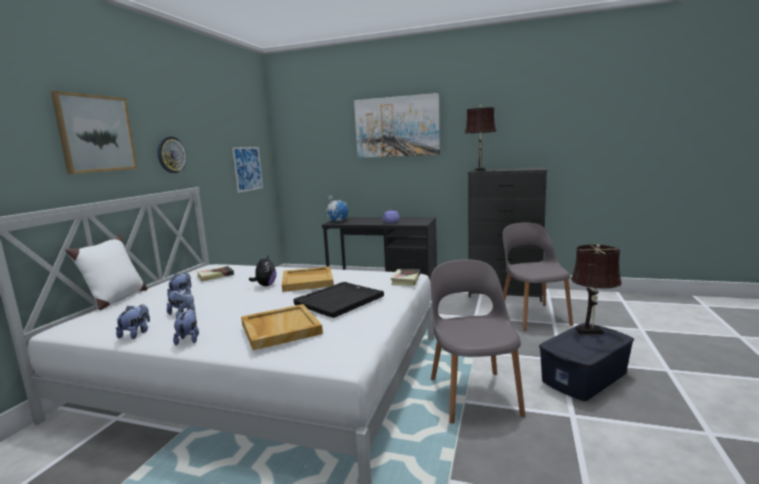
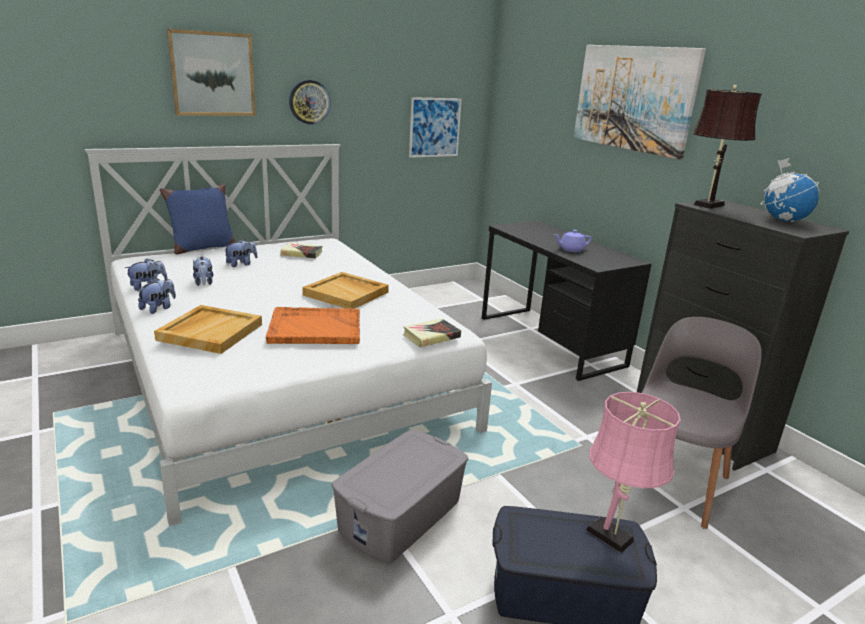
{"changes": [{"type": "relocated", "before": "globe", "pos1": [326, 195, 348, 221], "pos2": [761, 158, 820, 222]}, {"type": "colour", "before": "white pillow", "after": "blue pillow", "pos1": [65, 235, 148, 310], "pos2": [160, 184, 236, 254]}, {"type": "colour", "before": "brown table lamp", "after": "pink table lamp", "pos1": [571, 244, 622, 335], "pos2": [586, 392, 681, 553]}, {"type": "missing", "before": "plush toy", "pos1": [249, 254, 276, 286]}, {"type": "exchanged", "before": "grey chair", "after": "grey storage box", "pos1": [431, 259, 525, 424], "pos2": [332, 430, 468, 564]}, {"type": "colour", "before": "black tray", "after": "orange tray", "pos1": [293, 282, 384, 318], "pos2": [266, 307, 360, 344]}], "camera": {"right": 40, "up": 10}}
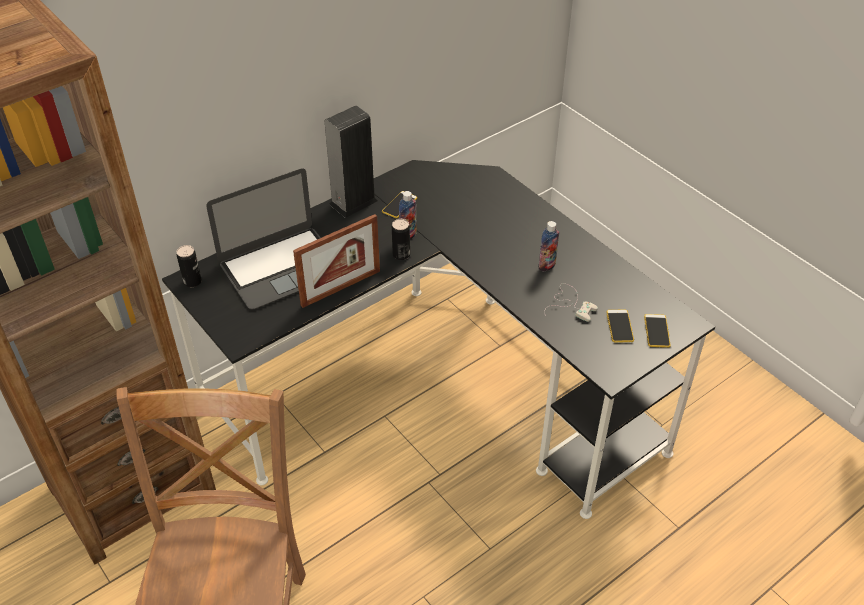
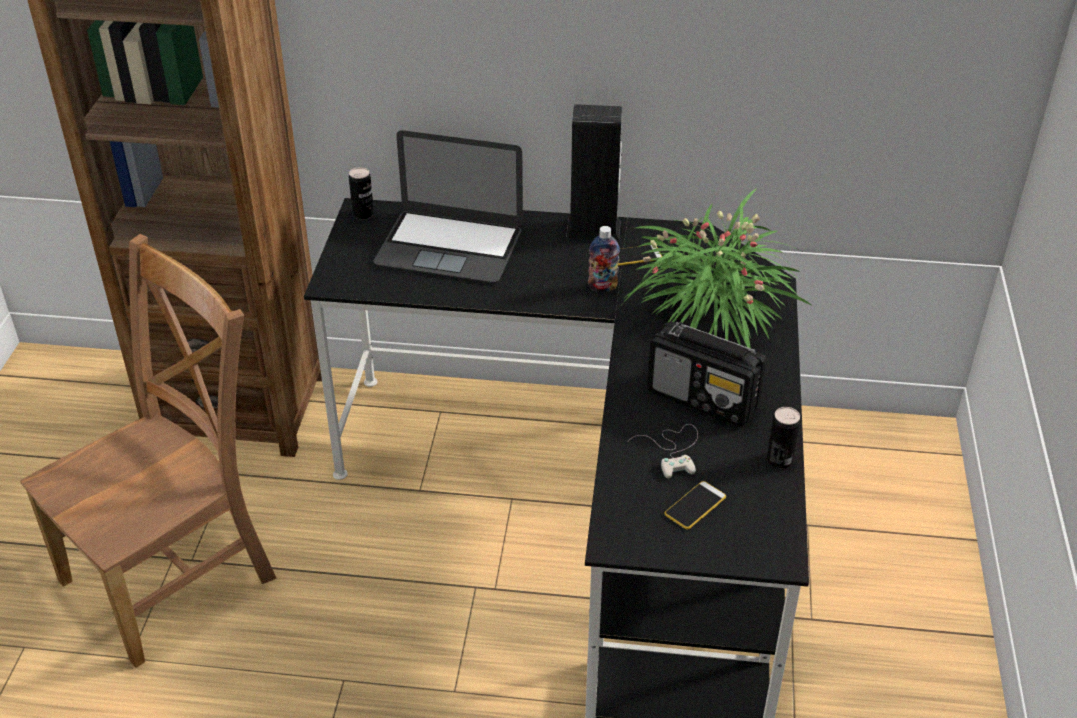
{"changes": [{"type": "missing", "before": "picture frame", "pos1": [293, 214, 380, 308]}, {"type": "relocated", "before": "can", "pos1": [392, 219, 410, 260], "pos2": [767, 407, 801, 468]}, {"type": "exchanged", "before": "bottle", "after": "radio", "pos1": [538, 221, 559, 272], "pos2": [647, 322, 766, 427]}, {"type": "missing", "before": "phone", "pos1": [644, 314, 671, 348]}, {"type": "appeared", "after": "potted plant", "pos2": [620, 189, 811, 348]}], "camera": {"right": 45, "up": -5}}
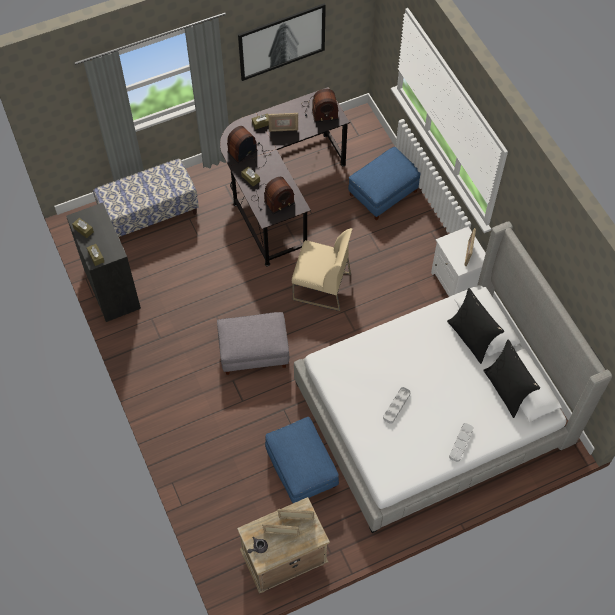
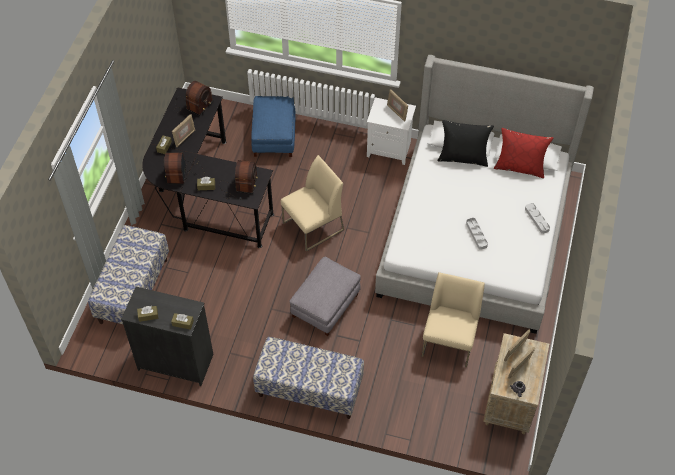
{"changes": [{"type": "missing", "before": "picture", "pos1": [238, 3, 326, 81]}, {"type": "colour", "before": "black pillow", "after": "red pillow", "pos1": [483, 339, 540, 418], "pos2": [494, 128, 553, 178]}, {"type": "exchanged", "before": "blue ottoman", "after": "beige chair", "pos1": [265, 417, 339, 504], "pos2": [422, 272, 485, 367]}, {"type": "appeared", "after": "bench", "pos2": [253, 337, 364, 419]}], "camera": {"right": -50, "up": -5}}
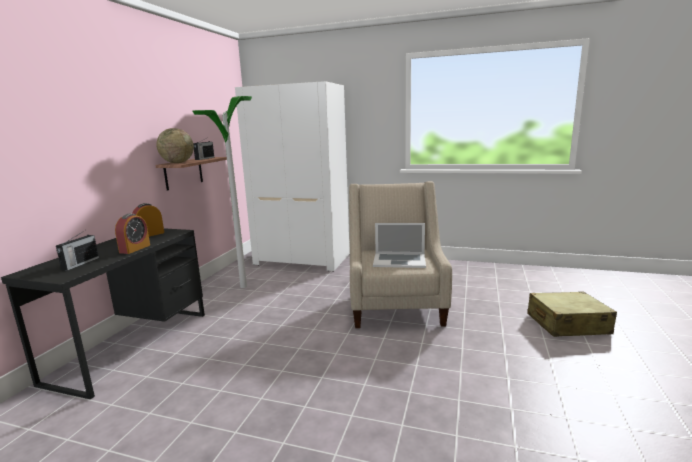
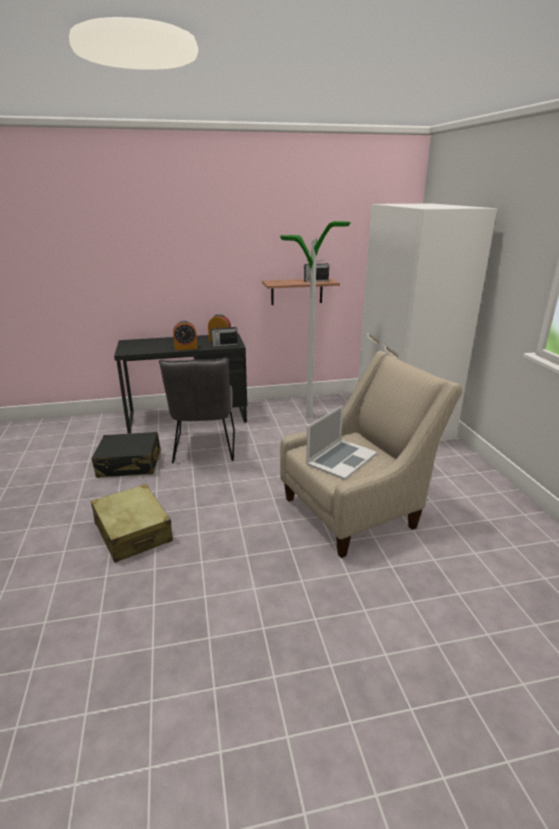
{"changes": [{"type": "missing", "before": "globe", "pos1": [156, 128, 194, 163]}, {"type": "spun", "before": "laptop", "pos1": [373, 223, 426, 268], "pos2": [306, 405, 377, 480], "turn": -120}, {"type": "relocated", "before": "radio", "pos1": [56, 231, 99, 271], "pos2": [210, 324, 238, 347]}, {"type": "relocated", "before": "beige suitcase", "pos1": [527, 291, 617, 337], "pos2": [91, 484, 173, 563]}, {"type": "appeared", "after": "grey chair", "pos2": [159, 358, 235, 463]}, {"type": "appeared", "after": "black suitcase", "pos2": [91, 432, 161, 478]}], "camera": {"right": 60, "up": 10}}
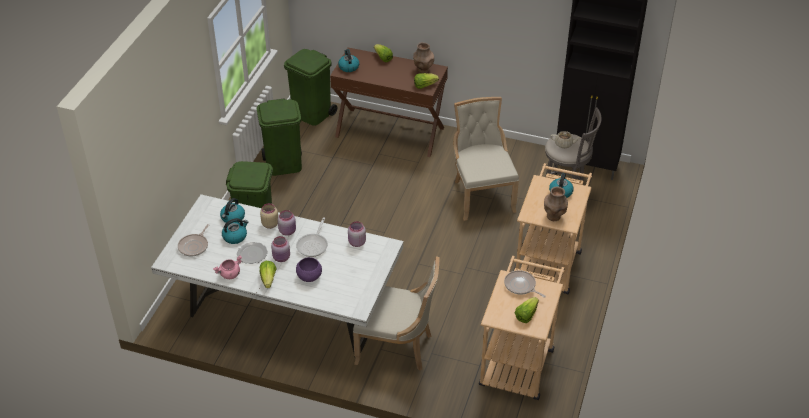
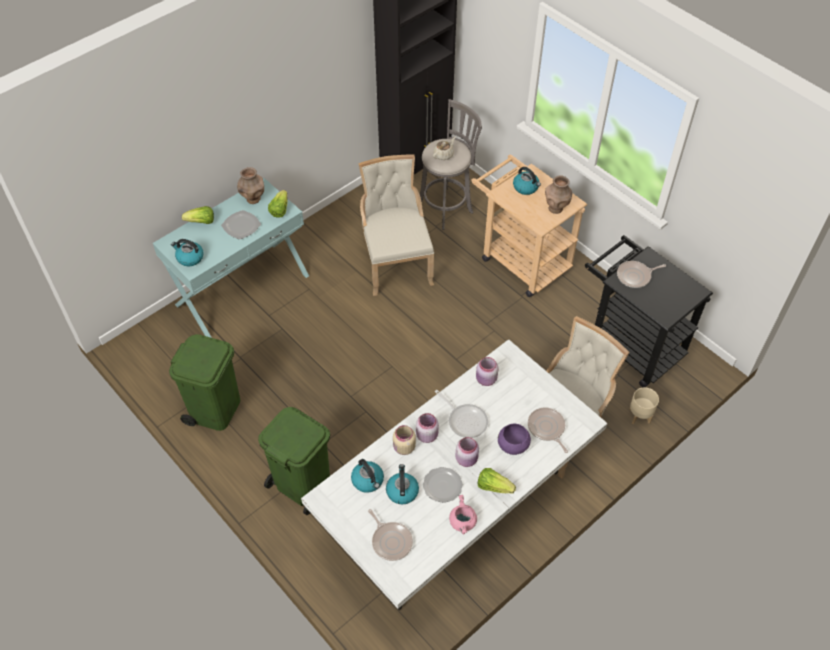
{"changes": [{"type": "colour", "before": "brown console table", "after": "turquoise console table", "pos1": [330, 48, 448, 157], "pos2": [153, 178, 309, 338]}, {"type": "missing", "before": "green trash can", "pos1": [284, 49, 337, 126]}, {"type": "spun", "before": "beige chair", "pos1": [453, 97, 519, 221], "pos2": [358, 154, 434, 296], "turn": 60}, {"type": "colour", "before": "beige cart", "after": "black cart", "pos1": [479, 256, 564, 400], "pos2": [585, 235, 713, 387]}, {"type": "missing", "before": "lettuce", "pos1": [515, 297, 539, 323]}, {"type": "appeared", "after": "plate", "pos2": [221, 210, 261, 240]}, {"type": "appeared", "after": "beige planter", "pos2": [629, 387, 659, 425]}, {"type": "appeared", "after": "frying pan", "pos2": [528, 408, 568, 453]}], "camera": {"right": -60, "up": 10}}
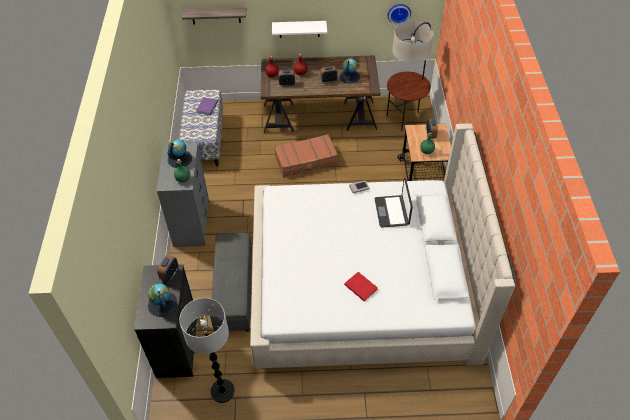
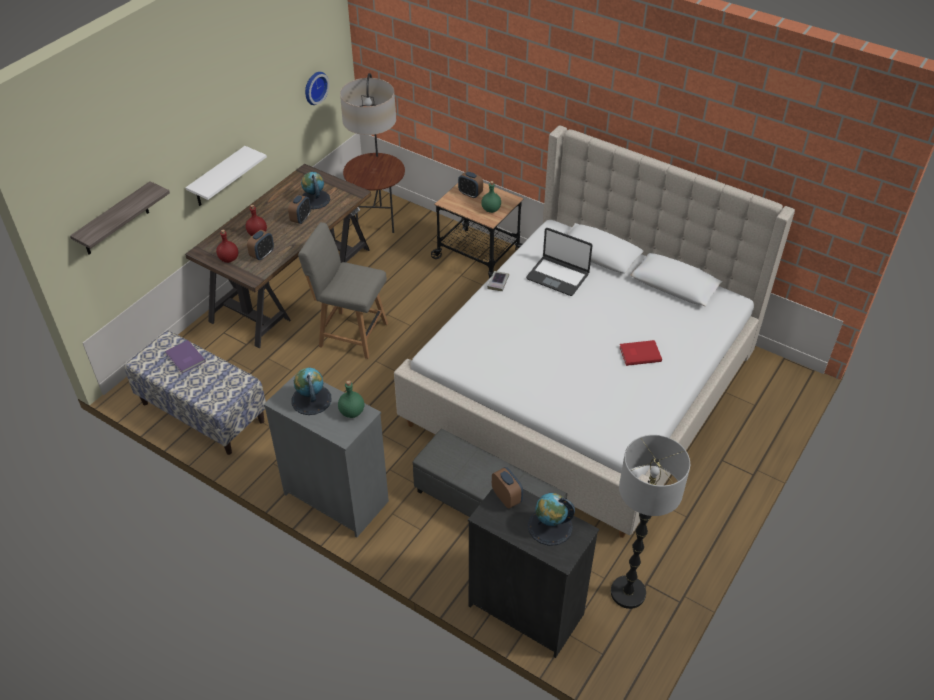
{"changes": [{"type": "exchanged", "before": "brown suitcase", "after": "grey chair", "pos1": [275, 134, 338, 177], "pos2": [298, 222, 388, 359]}], "camera": {"right": -55, "up": -5}}
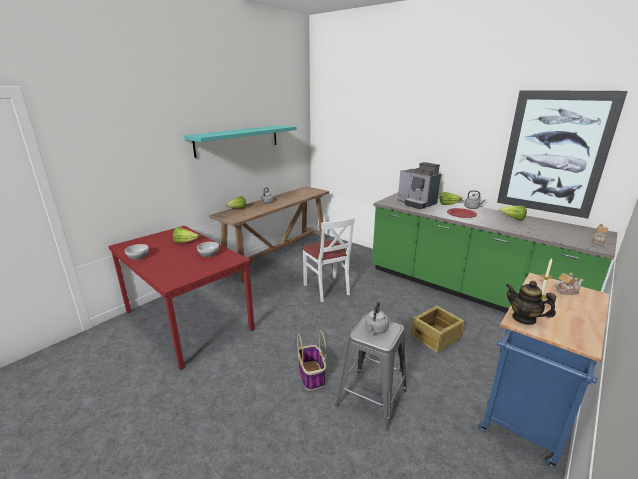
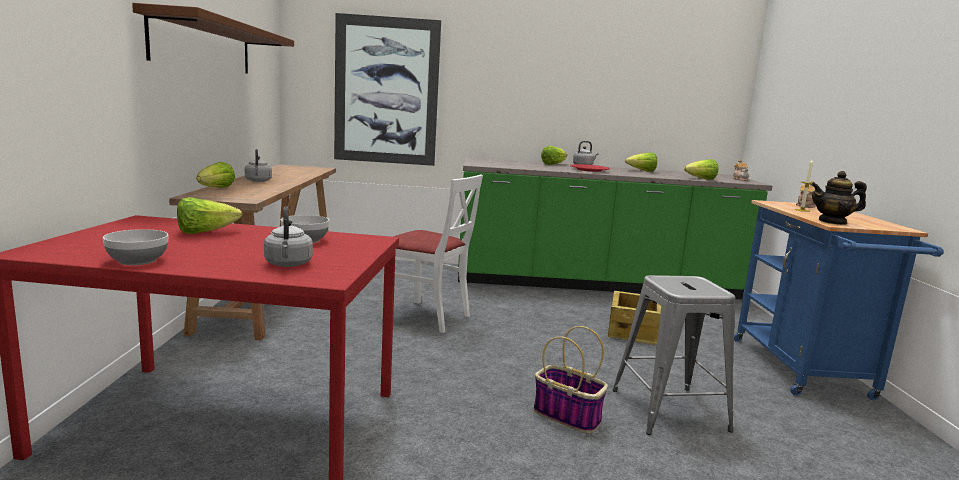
{"changes": [{"type": "relocated", "before": "picture", "pos1": [497, 90, 628, 219], "pos2": [334, 13, 441, 166]}, {"type": "colour", "before": "turquoise shelf", "after": "brown shelf", "pos1": [184, 125, 296, 158], "pos2": [132, 3, 294, 74]}, {"type": "missing", "before": "coffee machine", "pos1": [398, 162, 441, 209]}, {"type": "relocated", "before": "grey kettle", "pos1": [365, 302, 389, 334], "pos2": [264, 206, 313, 267]}, {"type": "appeared", "after": "lettuce", "pos2": [684, 159, 718, 180]}], "camera": {"right": -40, "up": -10}}
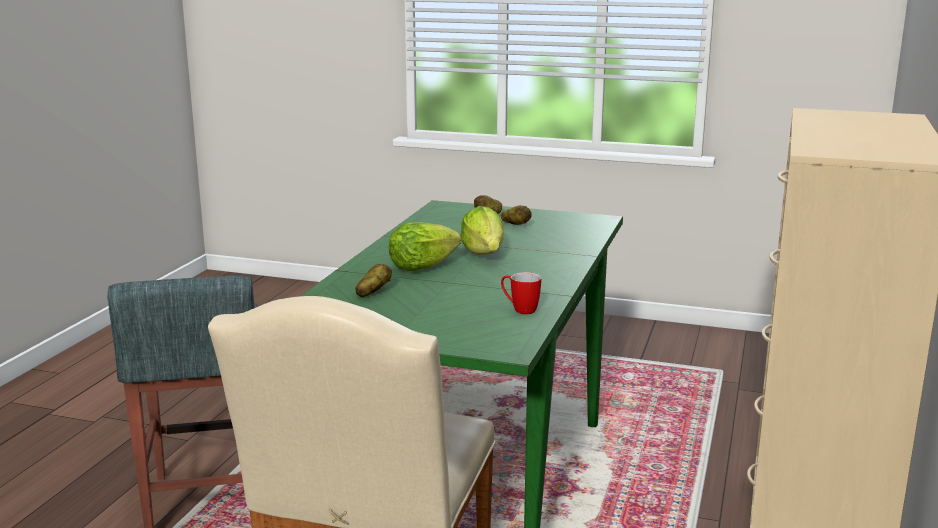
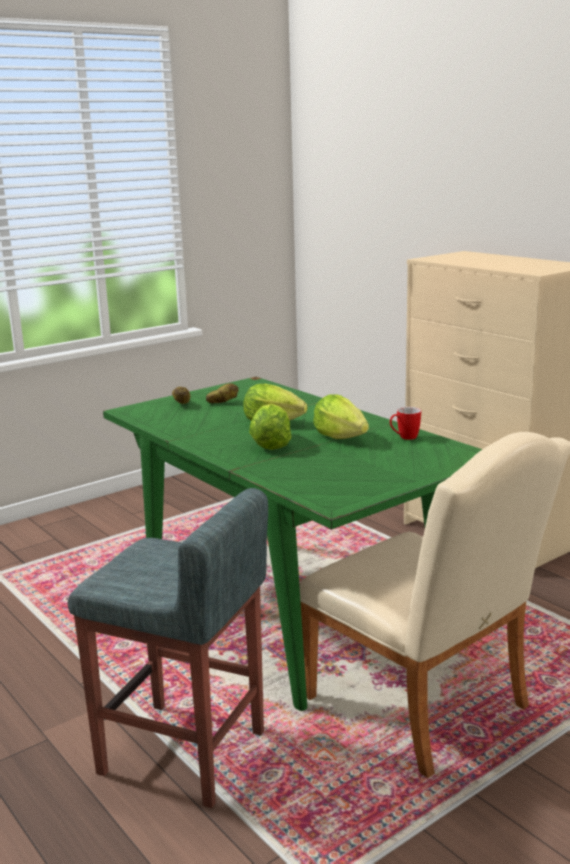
{"changes": [{"type": "missing", "before": "potato", "pos1": [355, 264, 392, 297]}, {"type": "appeared", "after": "lettuce", "pos2": [313, 394, 369, 439]}], "camera": {"right": -55, "up": 0}}
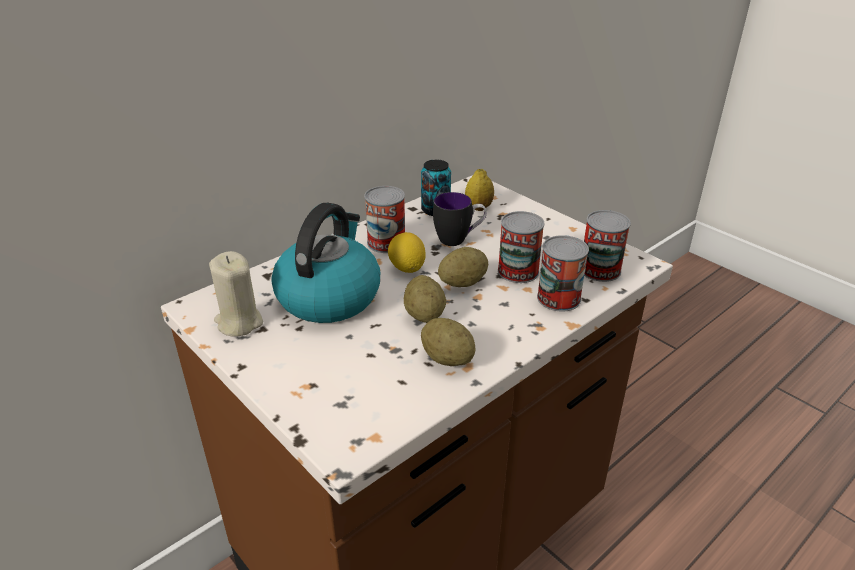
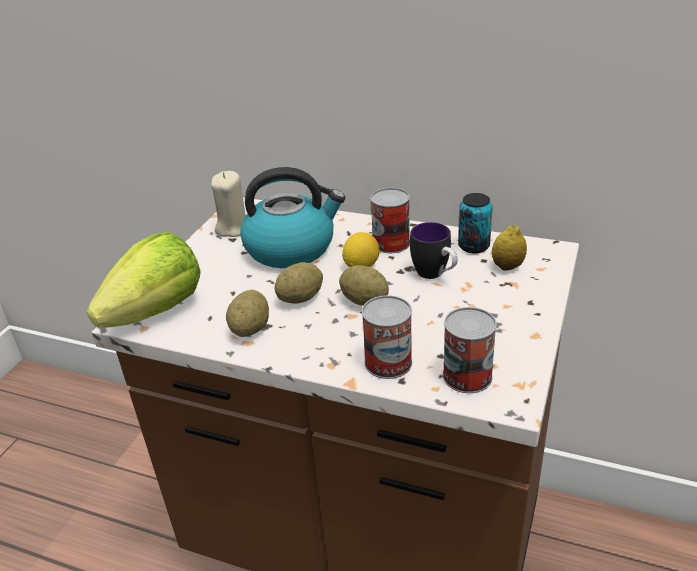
{"changes": [{"type": "missing", "before": "can", "pos1": [498, 211, 545, 283]}, {"type": "appeared", "after": "lettuce", "pos2": [87, 232, 201, 328]}], "camera": {"right": 65, "up": 0}}
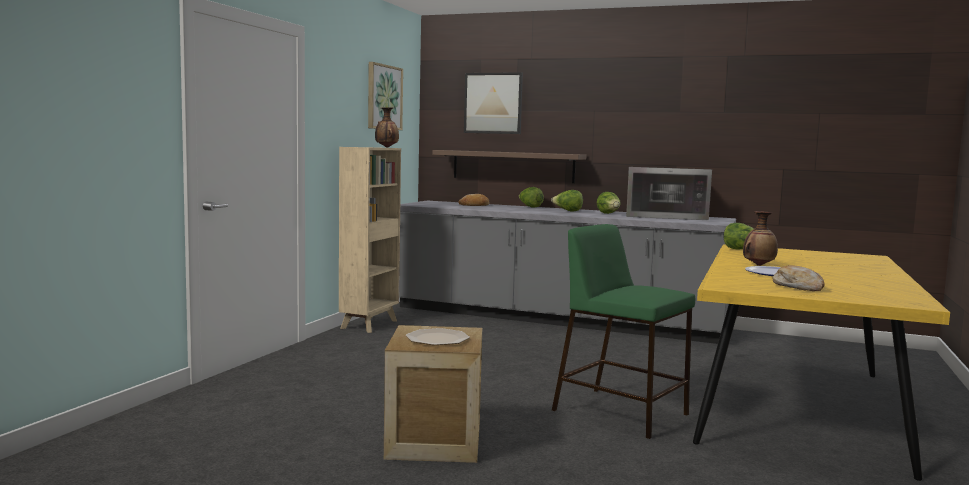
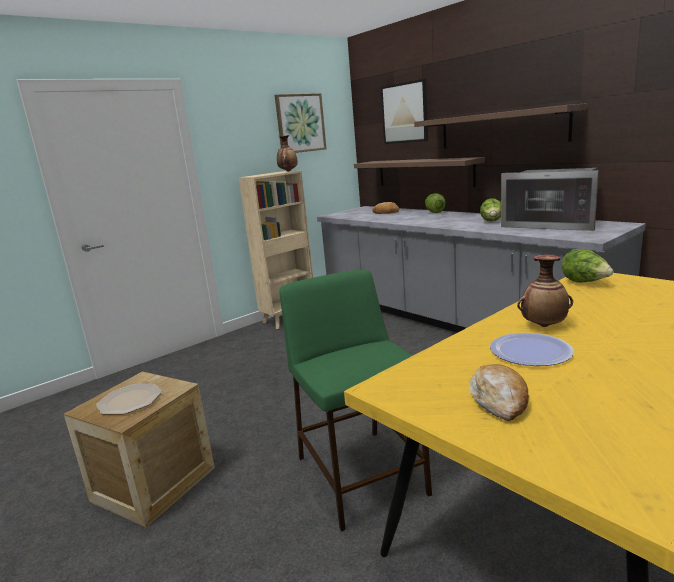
{"changes": [{"type": "missing", "before": "lettuce", "pos1": [551, 190, 583, 211]}, {"type": "appeared", "after": "shelf", "pos2": [414, 103, 587, 148]}], "camera": {"right": 30, "up": 10}}
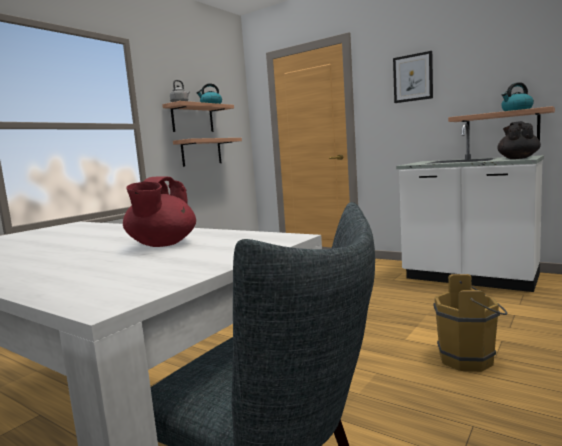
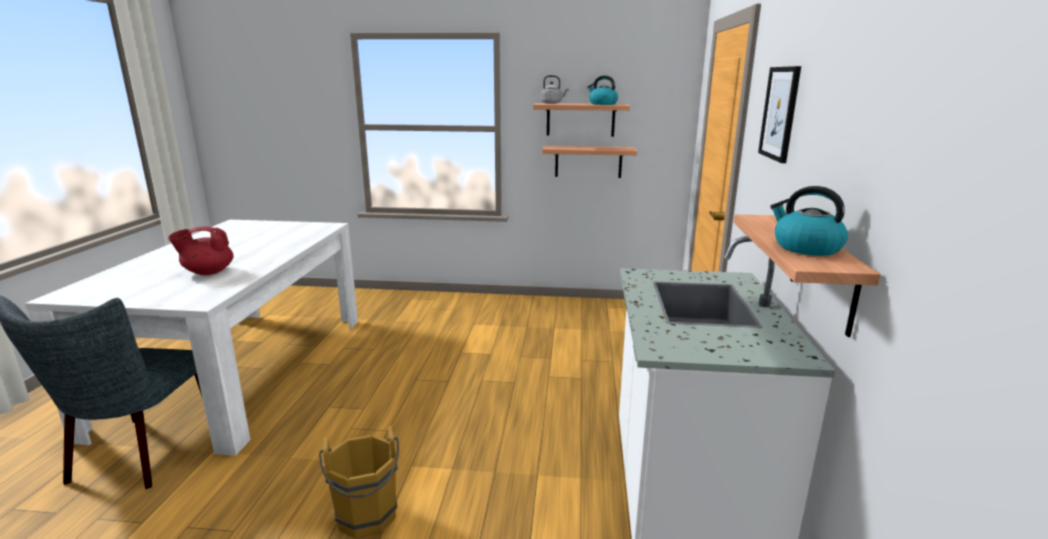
{"changes": [{"type": "missing", "before": "black teapot", "pos1": [497, 121, 541, 159]}], "camera": {"right": 60, "up": 10}}
